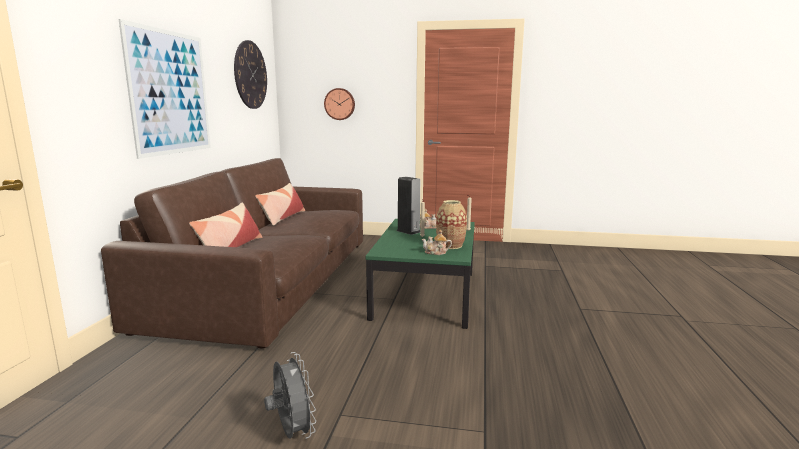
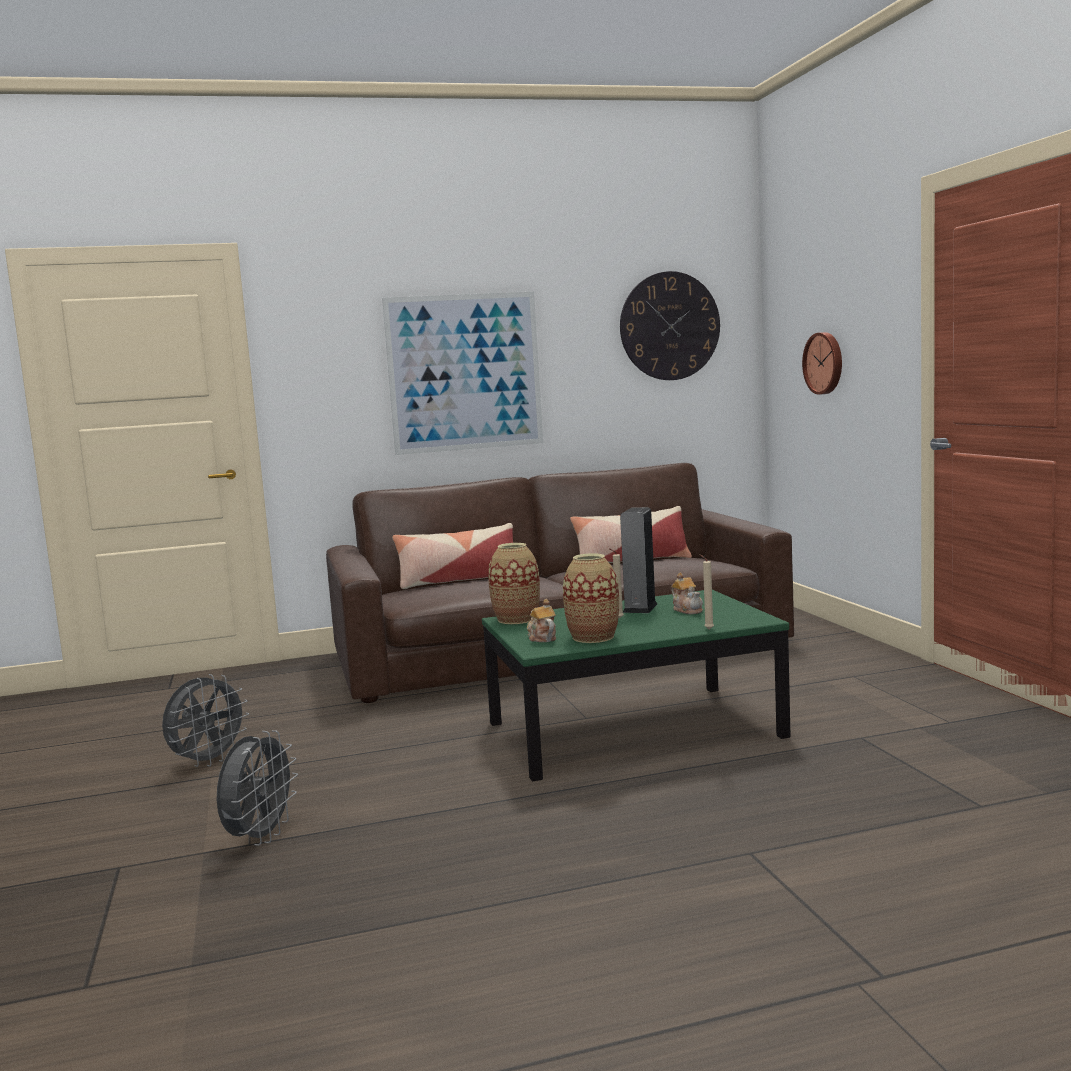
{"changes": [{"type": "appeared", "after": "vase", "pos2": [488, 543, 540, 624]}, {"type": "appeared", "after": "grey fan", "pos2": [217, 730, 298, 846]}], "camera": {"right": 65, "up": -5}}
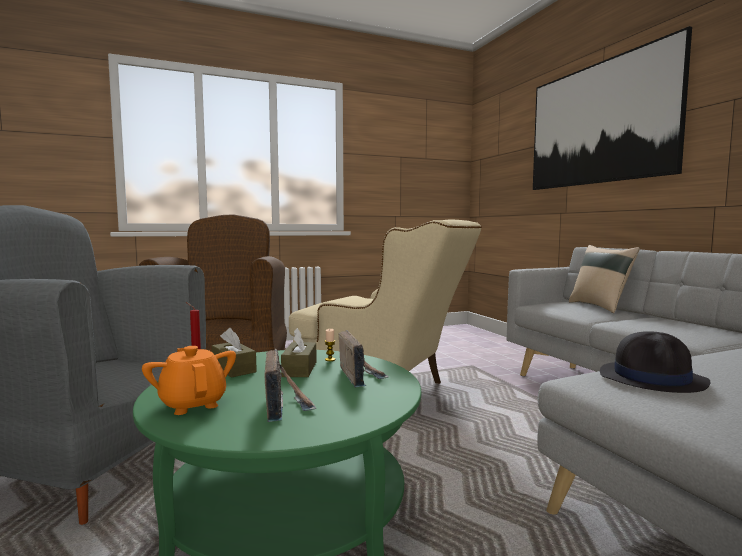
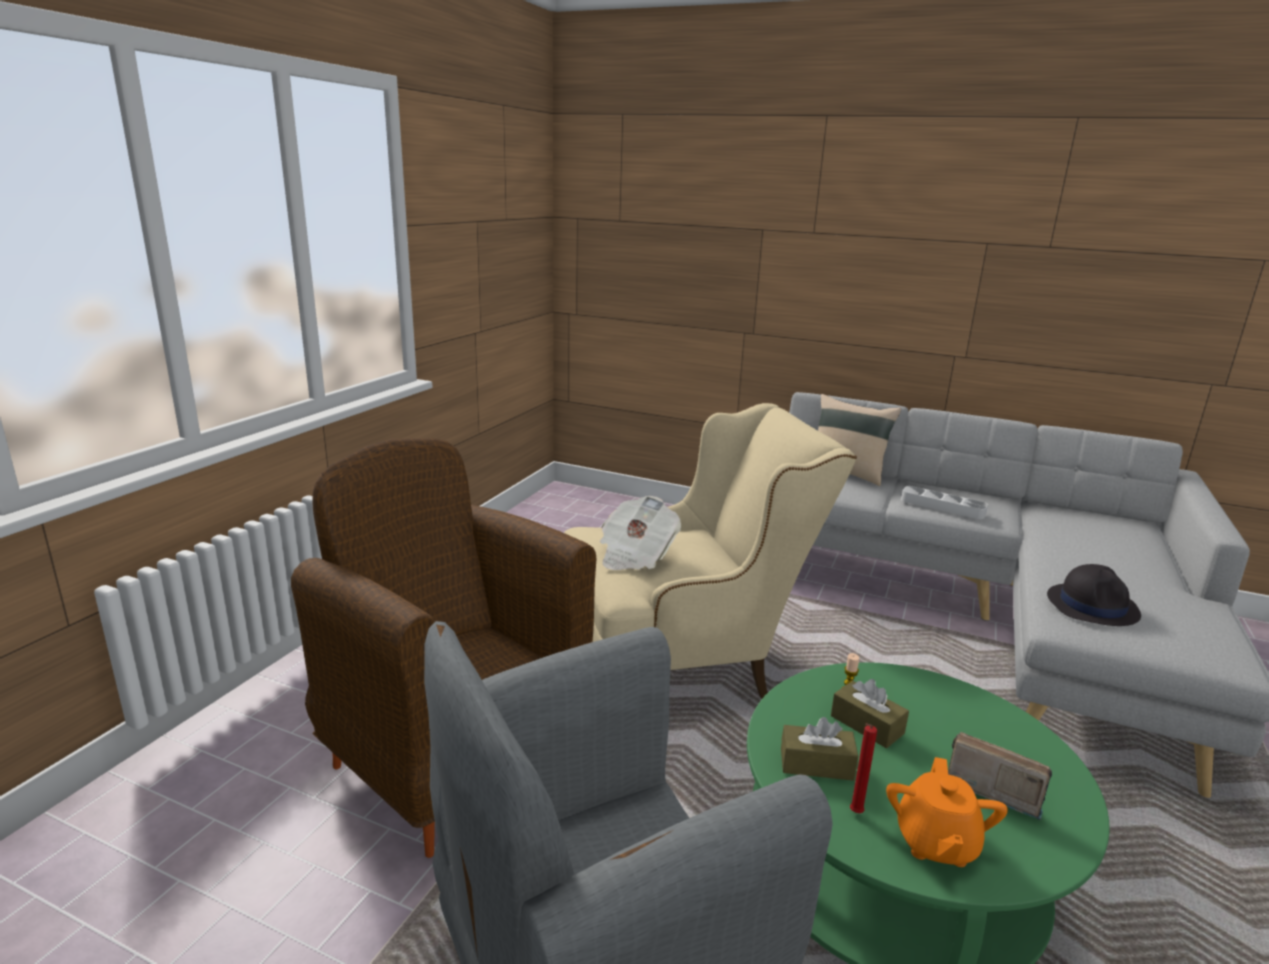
{"changes": [{"type": "missing", "before": "picture", "pos1": [533, 26, 692, 190]}, {"type": "missing", "before": "radio", "pos1": [339, 330, 389, 387]}, {"type": "spun", "before": "orange teapot", "pos1": [142, 346, 236, 415], "pos2": [886, 757, 1008, 867], "turn": -90}, {"type": "appeared", "after": "grey tray", "pos2": [901, 486, 988, 519]}, {"type": "appeared", "after": "newspaper", "pos2": [600, 496, 681, 570]}], "camera": {"right": -45, "up": 15}}
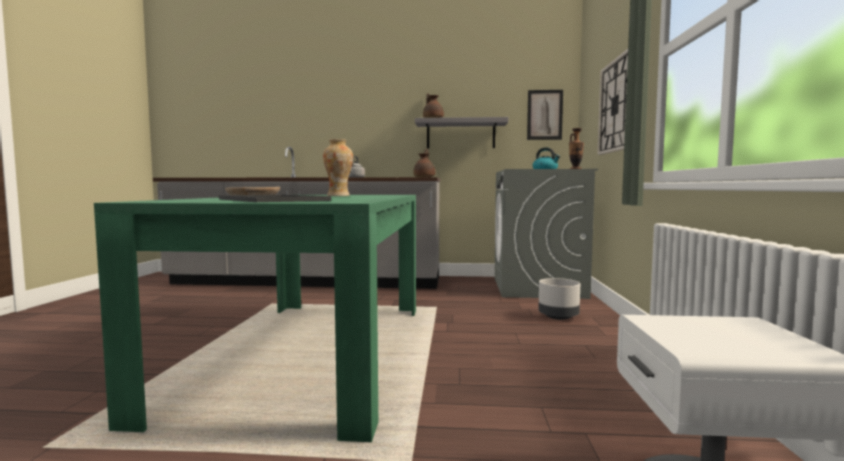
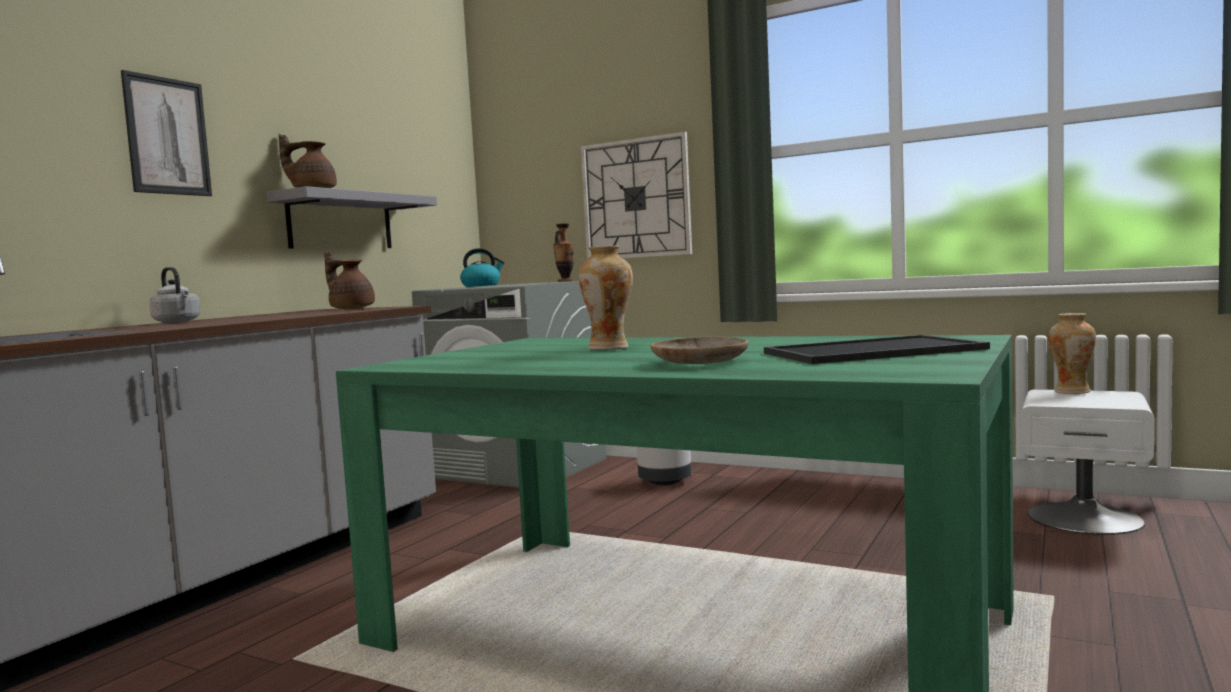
{"changes": [{"type": "relocated", "before": "picture", "pos1": [527, 90, 563, 140], "pos2": [121, 70, 212, 196]}, {"type": "appeared", "after": "vase", "pos2": [1048, 313, 1096, 394]}], "camera": {"right": -65, "up": 0}}
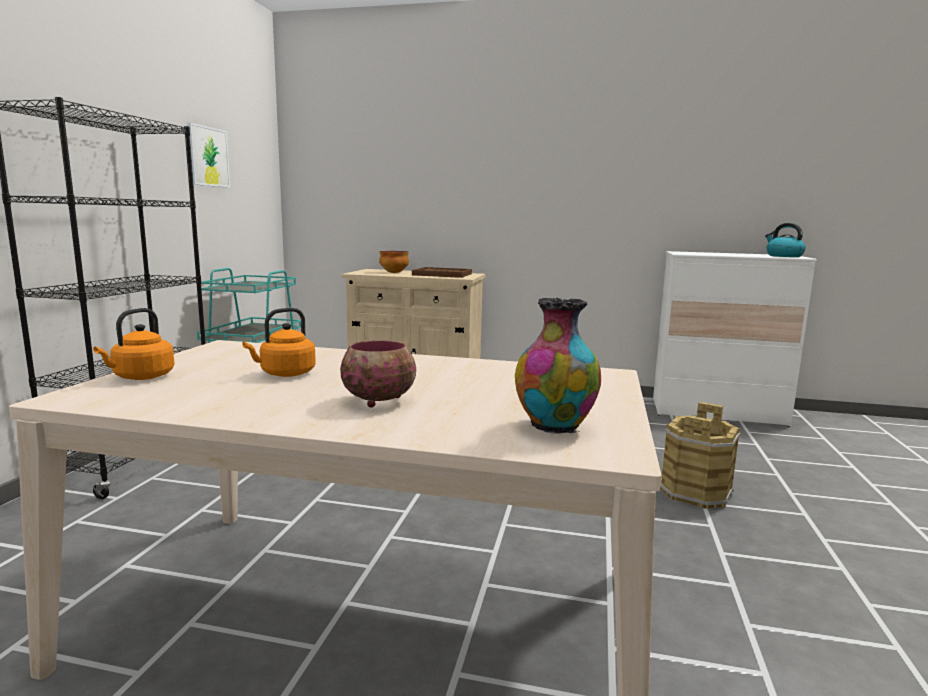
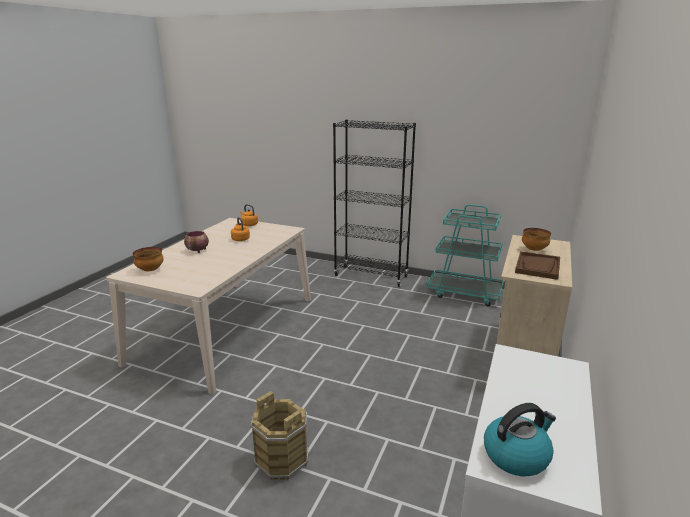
{"changes": [{"type": "missing", "before": "picture", "pos1": [187, 123, 230, 188]}, {"type": "exchanged", "before": "vase", "after": "bowl", "pos1": [515, 298, 601, 434], "pos2": [133, 247, 164, 271]}], "camera": {"right": 100, "up": 10}}
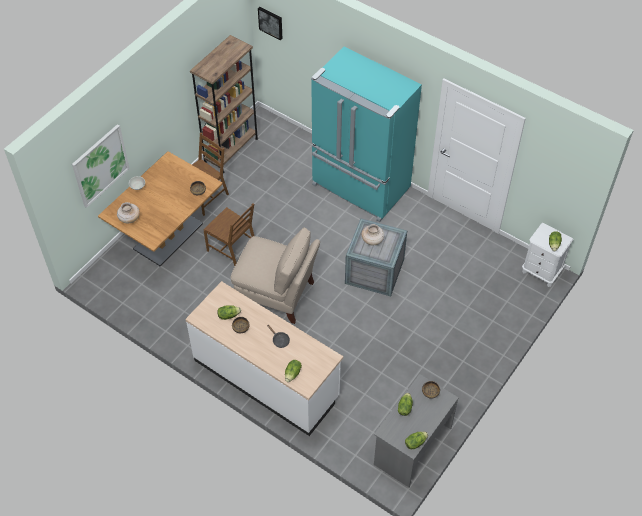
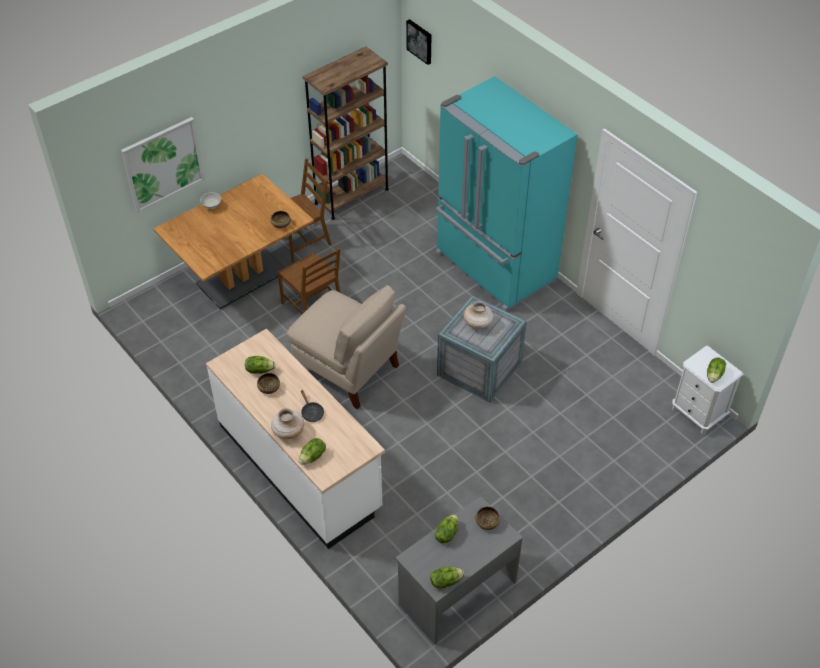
{"changes": [{"type": "relocated", "before": "beige vase", "pos1": [117, 202, 140, 223], "pos2": [271, 408, 304, 439]}], "camera": {"right": 15, "up": -5}}
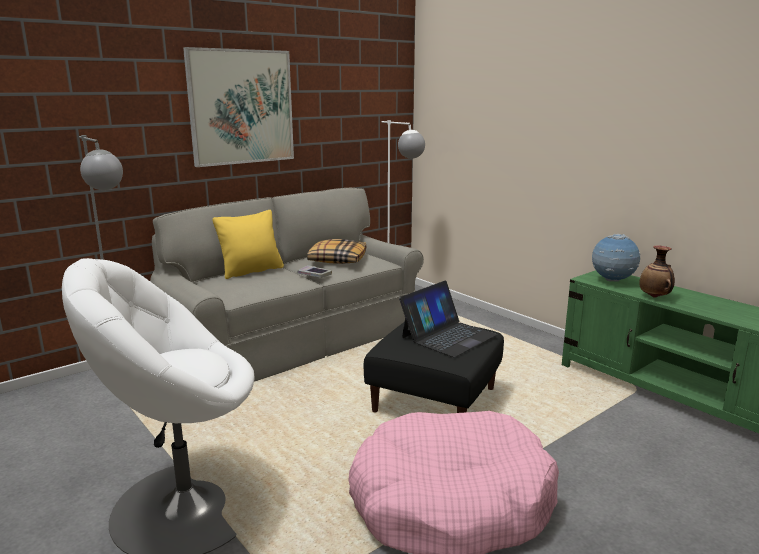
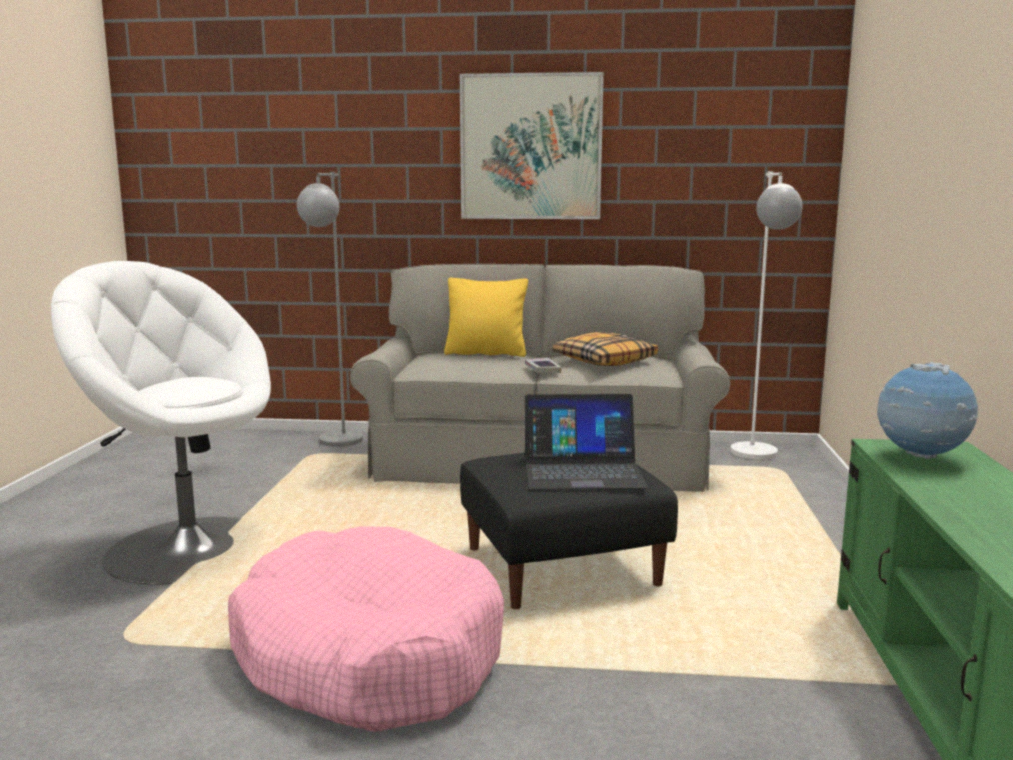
{"changes": [{"type": "missing", "before": "vase", "pos1": [639, 245, 675, 298]}], "camera": {"right": 45, "up": -5}}
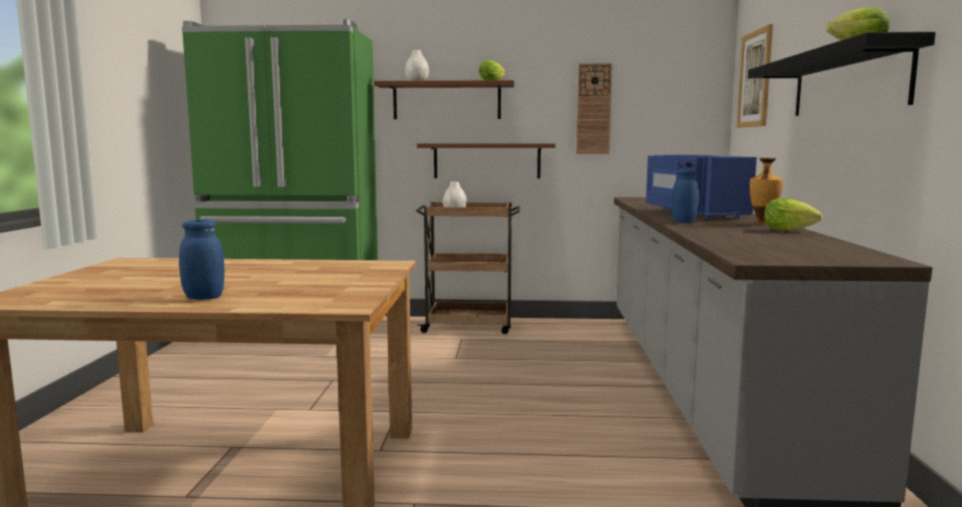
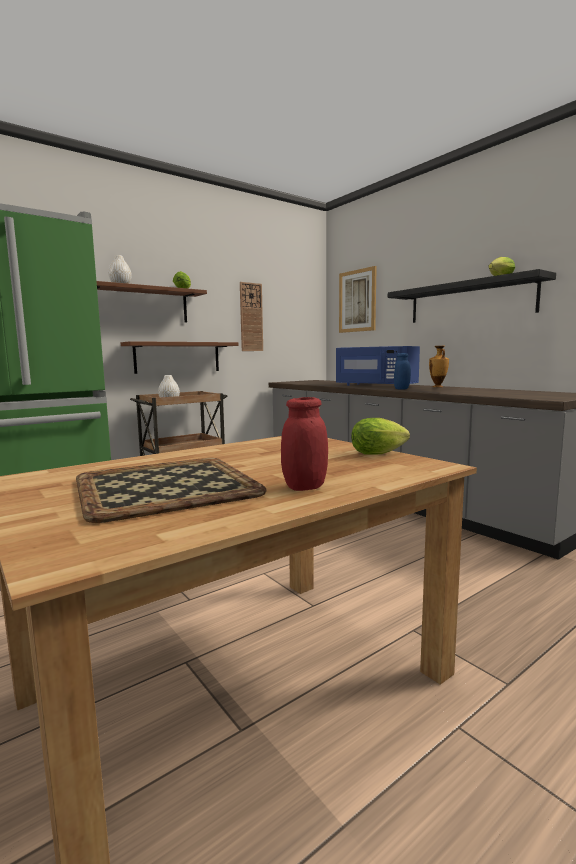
{"changes": [{"type": "relocated", "before": "lettuce", "pos1": [764, 198, 822, 231], "pos2": [351, 418, 410, 455]}, {"type": "colour", "before": "blue jar", "after": "red jar", "pos1": [179, 220, 225, 300], "pos2": [281, 397, 328, 491]}, {"type": "appeared", "after": "tray", "pos2": [76, 458, 266, 523]}], "camera": {"right": -40, "up": 0}}
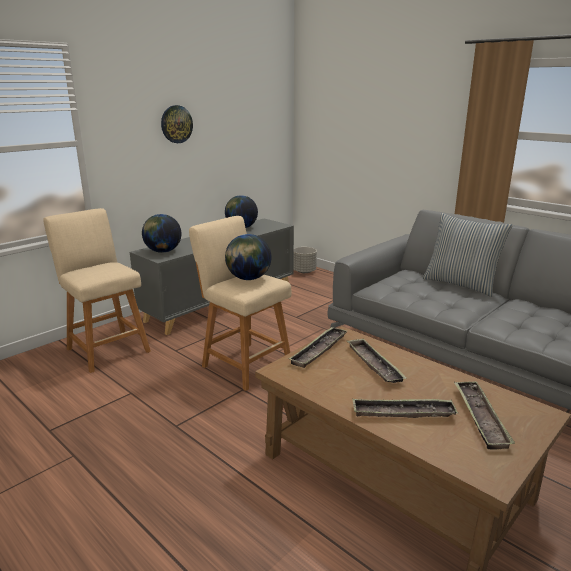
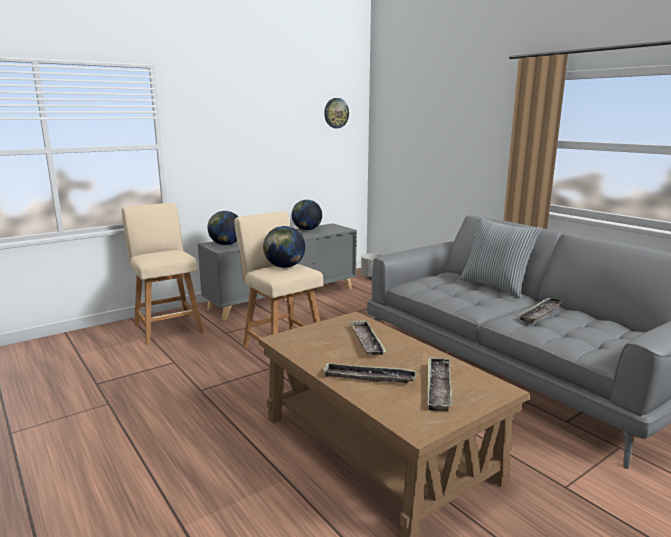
{"changes": [{"type": "relocated", "before": "wall clock", "pos1": [161, 105, 193, 143], "pos2": [324, 98, 349, 128]}, {"type": "relocated", "before": "tray", "pos1": [289, 327, 347, 368], "pos2": [520, 298, 565, 323]}], "camera": {"right": 10, "up": -5}}
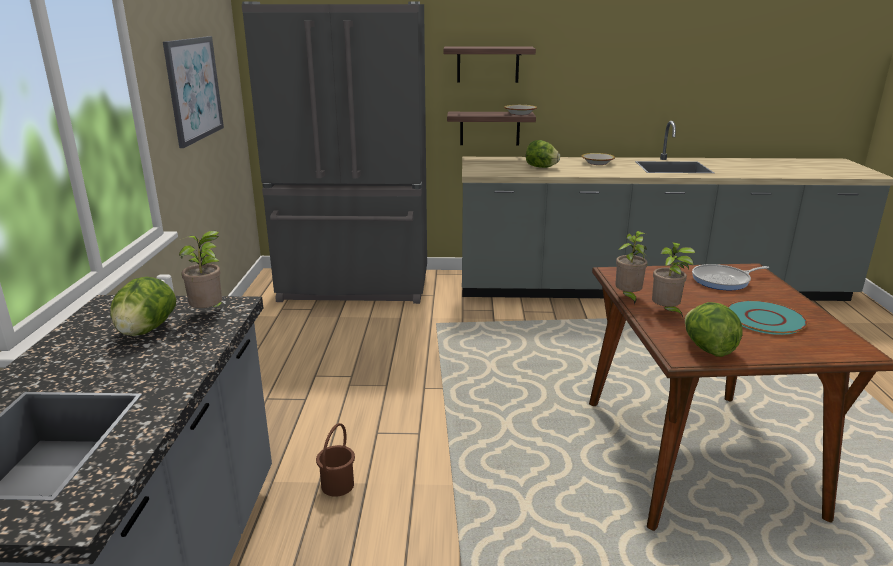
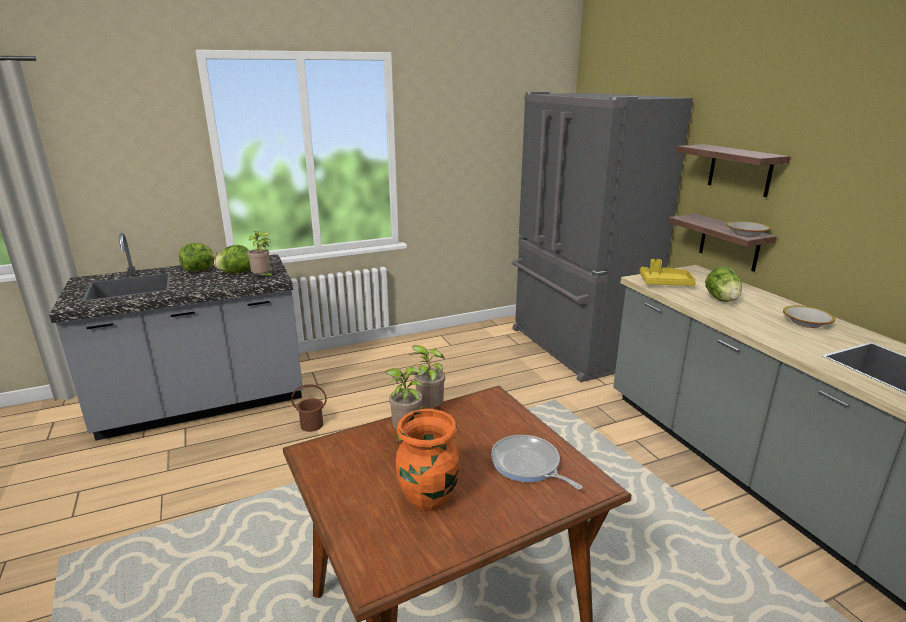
{"changes": [{"type": "missing", "before": "picture", "pos1": [163, 36, 224, 148]}, {"type": "exchanged", "before": "turquoise plate", "after": "orange vase", "pos1": [727, 300, 807, 335], "pos2": [396, 409, 459, 512]}, {"type": "relocated", "before": "lettuce", "pos1": [685, 302, 743, 357], "pos2": [179, 243, 218, 271]}, {"type": "appeared", "after": "yellow tray", "pos2": [640, 259, 696, 286]}], "camera": {"right": 65, "up": 0}}
